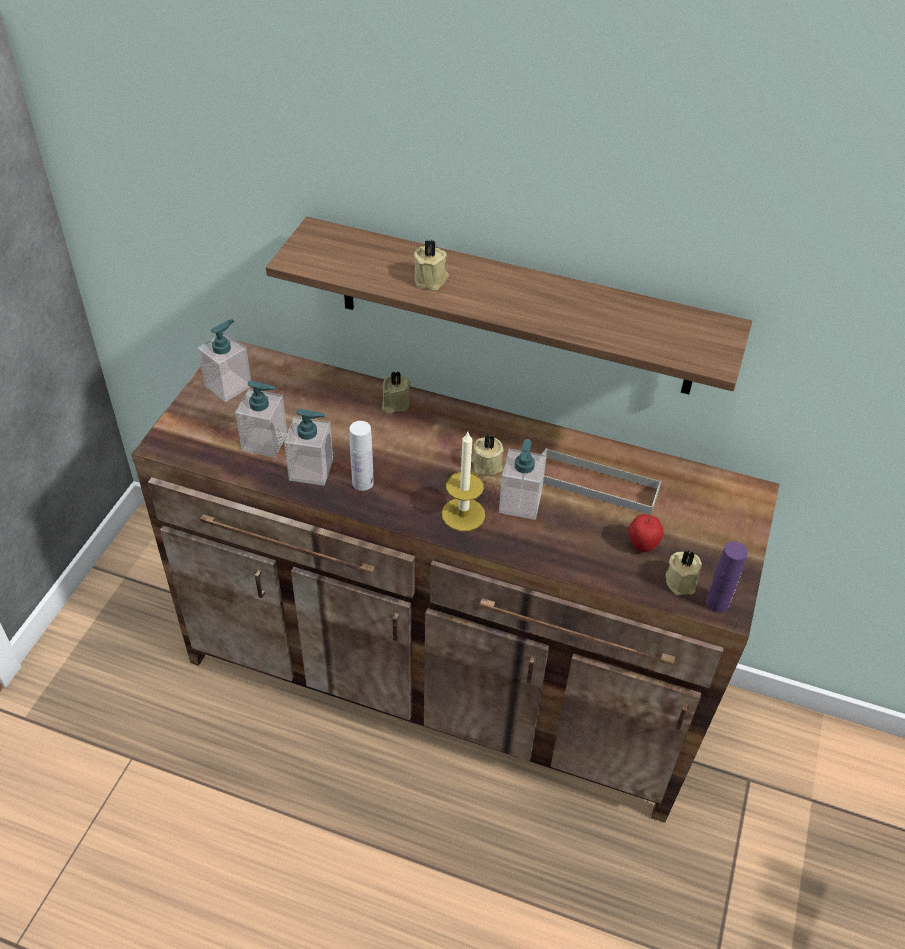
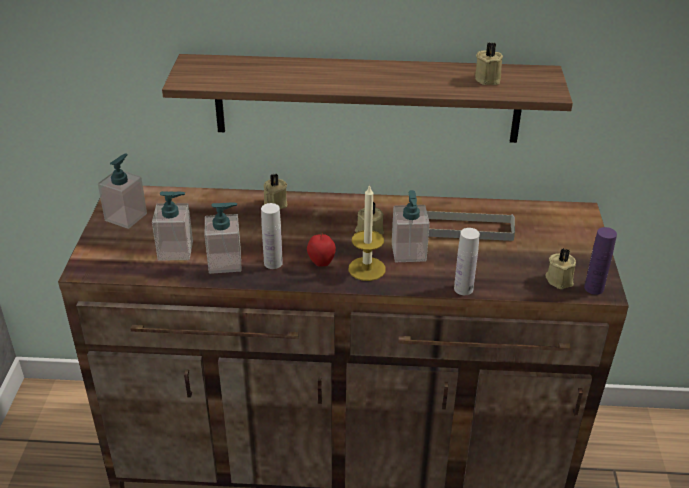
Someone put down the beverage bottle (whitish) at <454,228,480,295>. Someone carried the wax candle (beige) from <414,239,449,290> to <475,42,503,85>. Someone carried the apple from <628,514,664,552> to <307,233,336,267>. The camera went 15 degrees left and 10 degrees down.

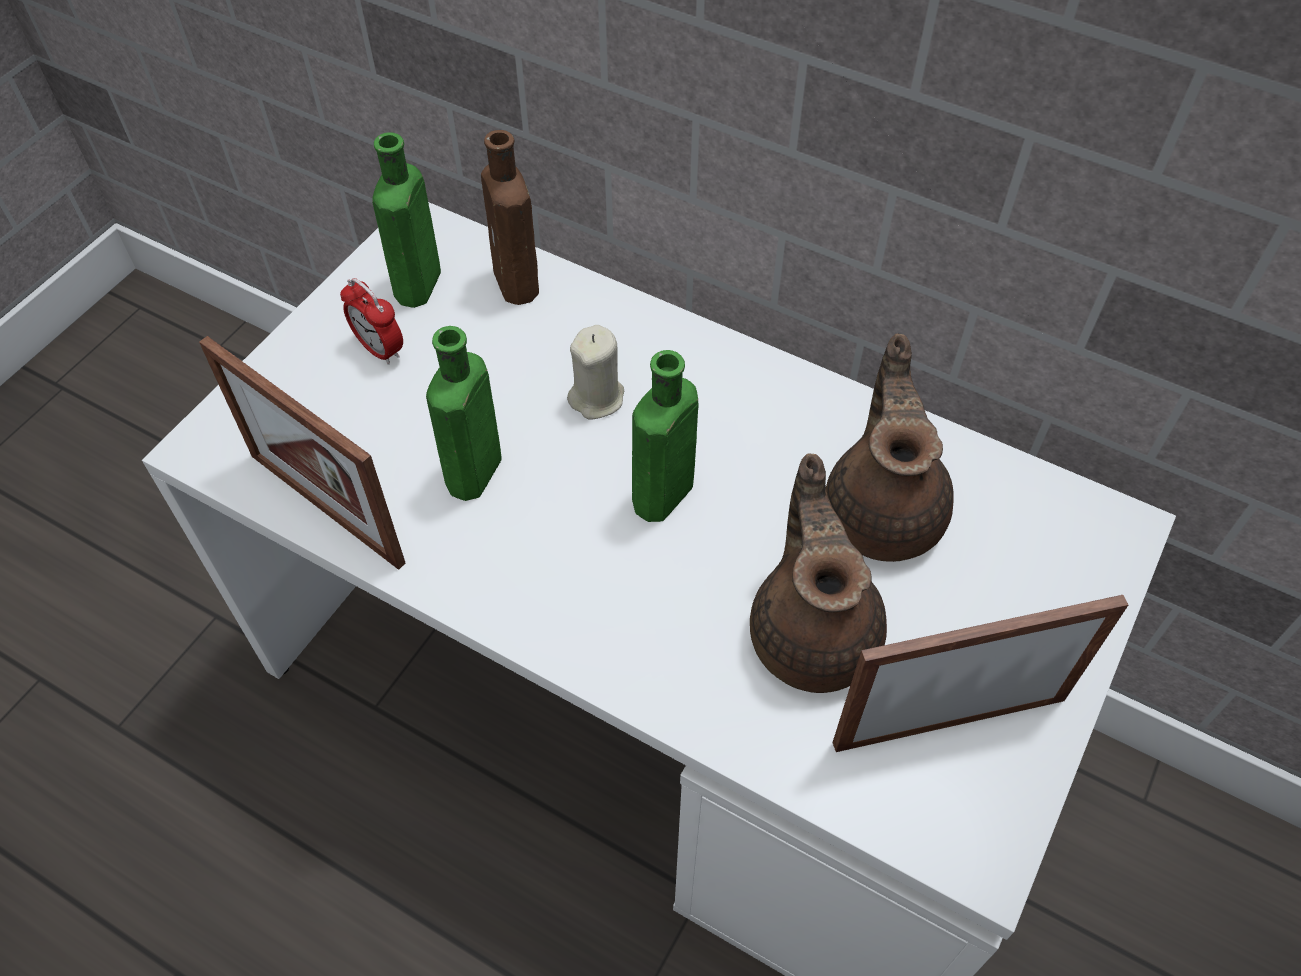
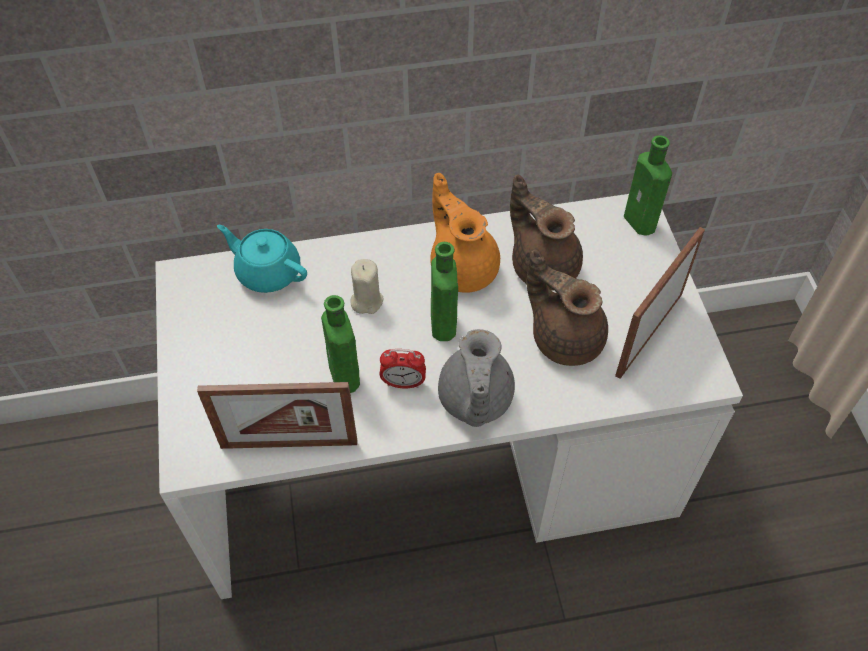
Someone put down the teapot (orange) at <430,173,500,293>. Someone put down the teapot (gray) at <438,329,515,427>. Someone carried the bedside clock from <340,278,403,365> to <380,349,426,388>. Someone carried the beverage bottle (green) from <372,132,441,308> to <624,135,672,236>. Someone swapped the beverage bottle (brown) at <481,130,539,305> for the teapot (blue-green) at <217,225,307,293>. The camera went 40 degrees left and 0 degrees up.

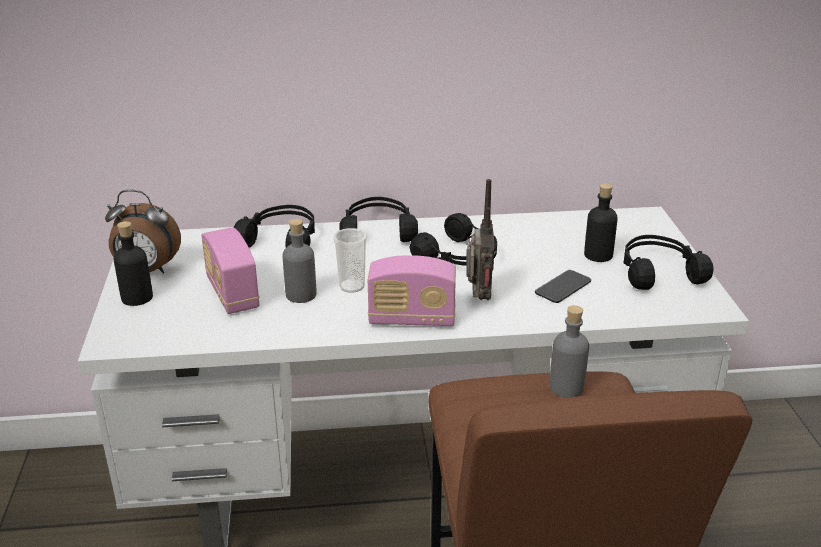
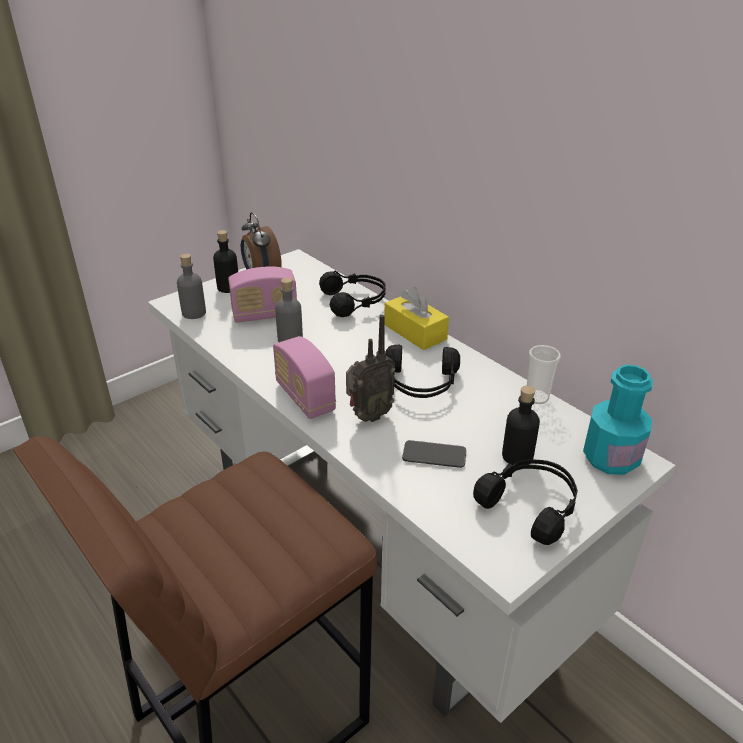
Someone put down the beverage bottle (blue-green) at <583,365,653,475>. Someone carried the small cup from <333,228,367,293> to <527,345,561,404>. Someone carried the beverage bottle (gray) from <549,305,589,398> to <177,254,206,319>. Someone swapped the headset (black) at <339,197,418,242> for the tissue holder (yellow-coloured) at <384,287,449,350>. Someone rotated the radio set at <201,228,259,314> by 135 degrees counterclockwise. The camera went 55 degrees right and 5 degrees up.

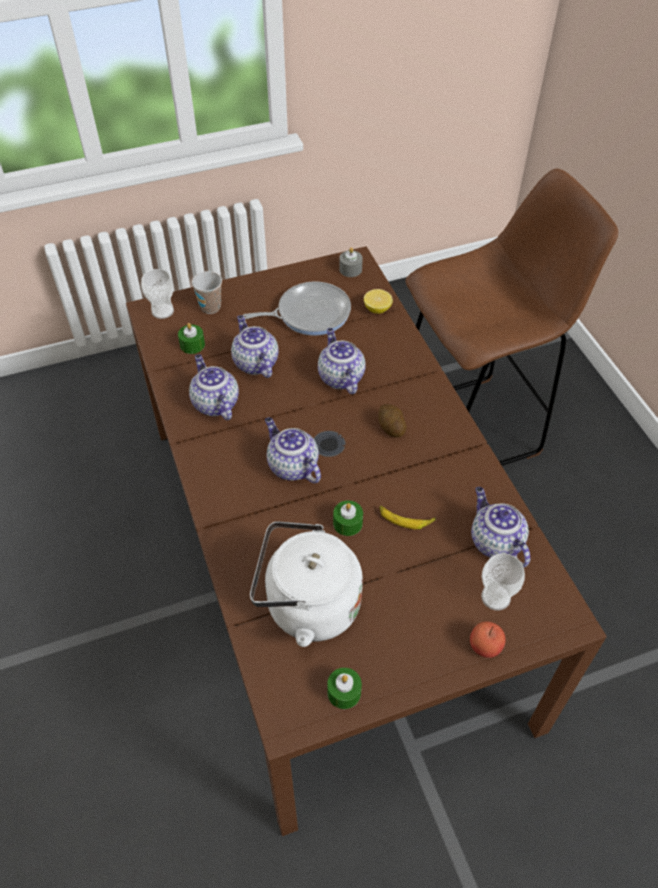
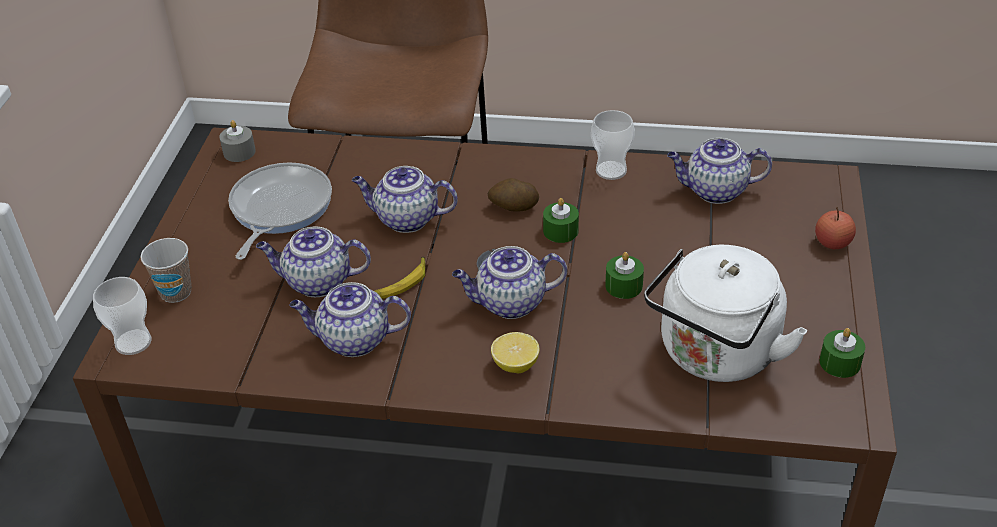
Someone carried the wax candle (green) from <178,323,205,354> to <543,198,579,243>. Someone carried the whole lemon from <364,289,393,314> to <491,332,540,373>. Someone carried the whole banana from <379,505,436,529> to <374,257,425,299>. Someone carried the small cup from <481,553,525,611> to <591,110,635,180>. The camera went 60 degrees left and 10 degrees down.

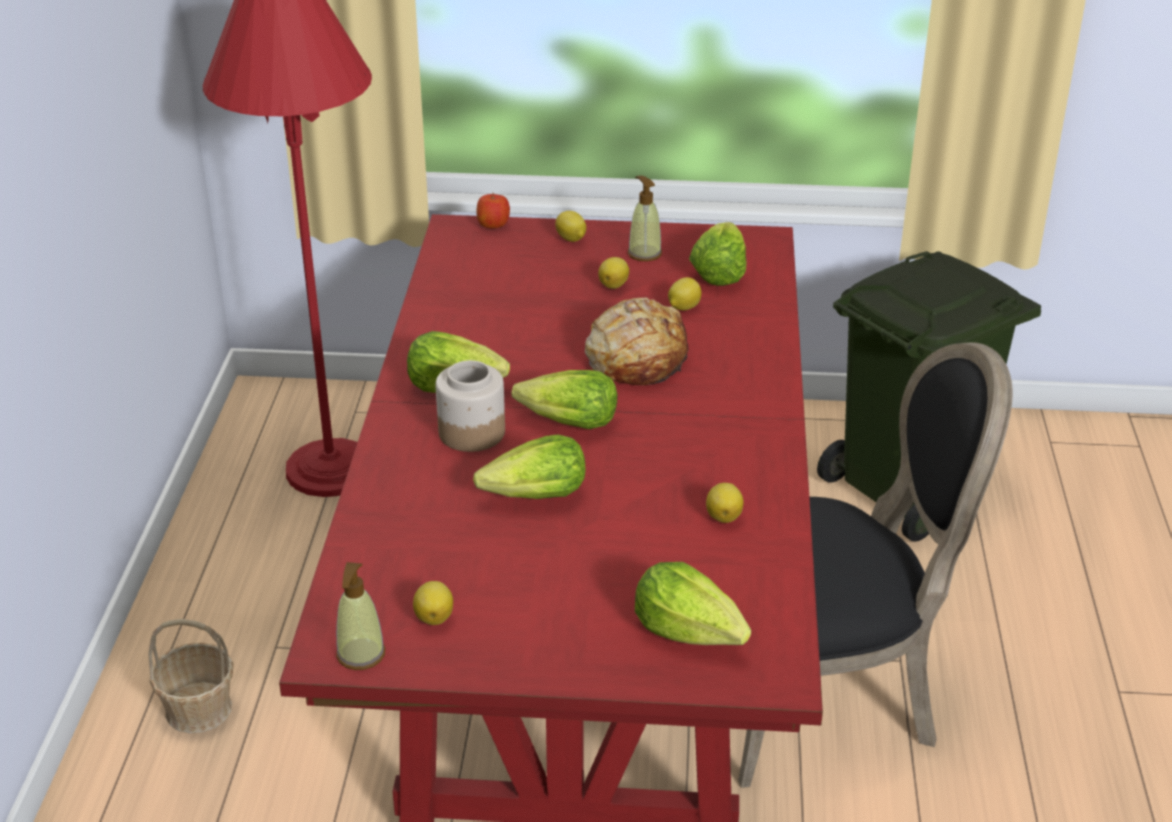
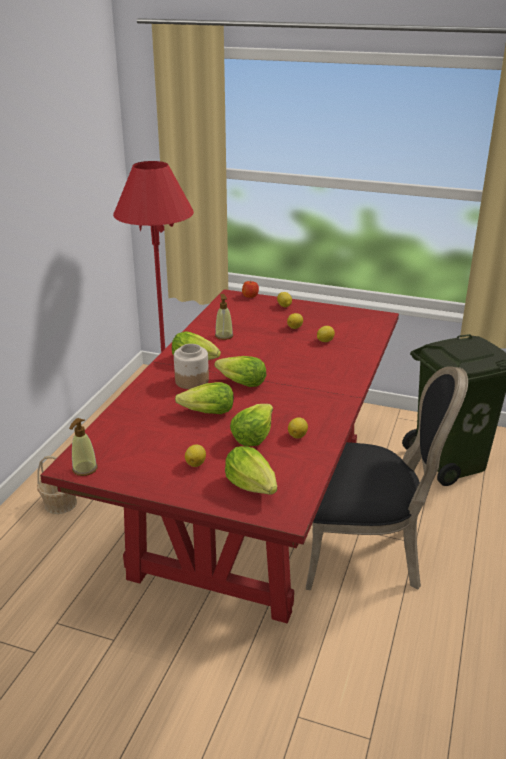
Someone took away the bread at <585,297,689,385>. Someone carried the whole lemon from <413,581,453,625> to <185,444,206,467>. Someone carried the soap bottle from <628,176,662,261> to <215,294,233,340>. Someone carried the lettuce from <689,222,747,286> to <230,404,273,447>. The camera went 15 degrees right and 5 degrees down.

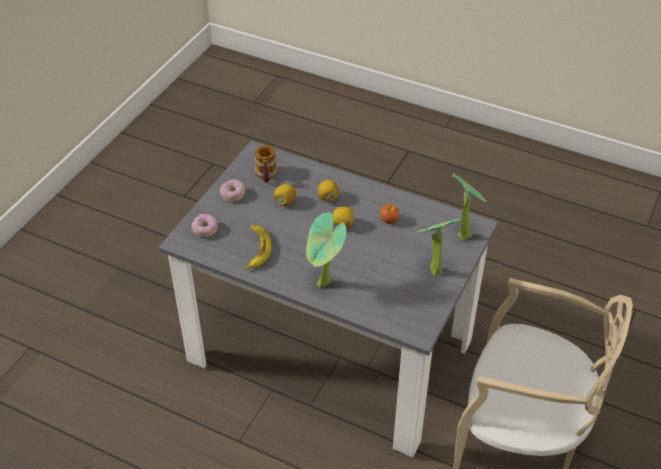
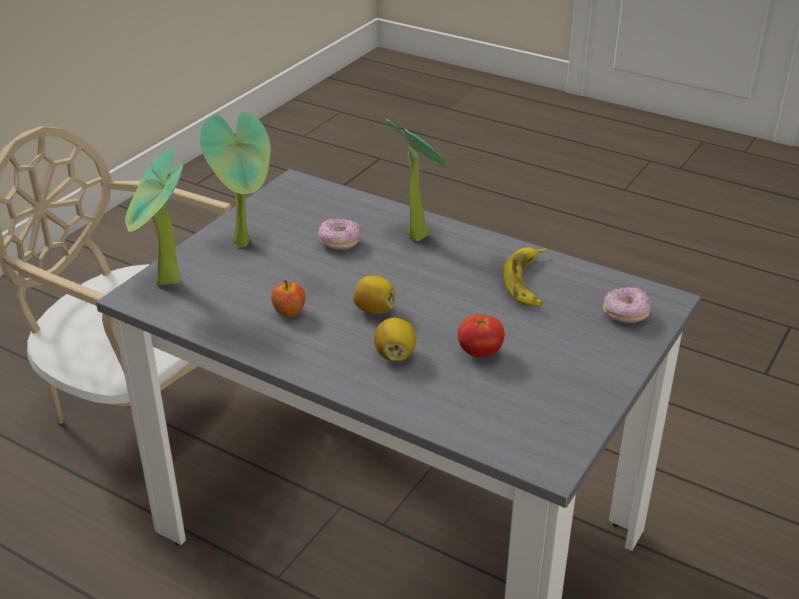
Someone took away the mug at <255,146,278,183>. Someone carried the donut from <220,179,245,202> to <318,218,361,249>. Someone swapped the whole lemon at <274,184,296,206> for the whole tomato at <458,315,505,357>. The camera went 175 degrees left and 10 degrees down.

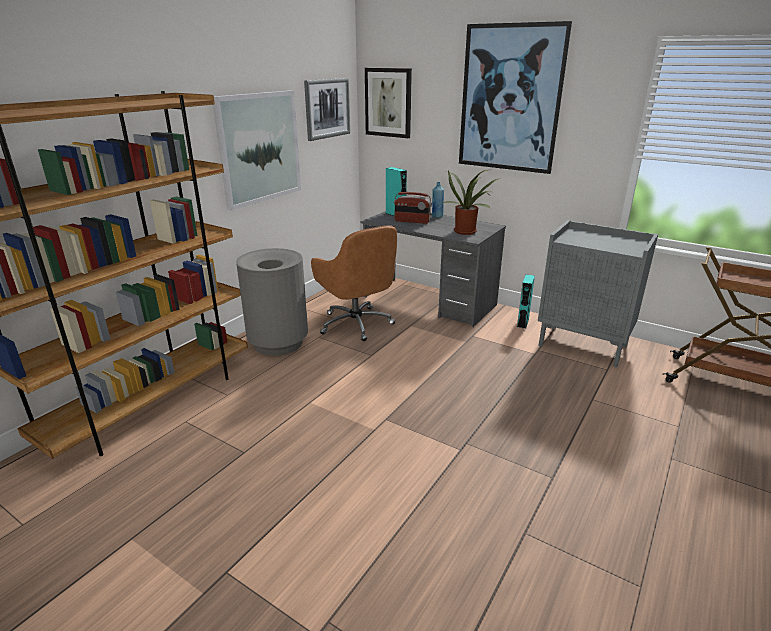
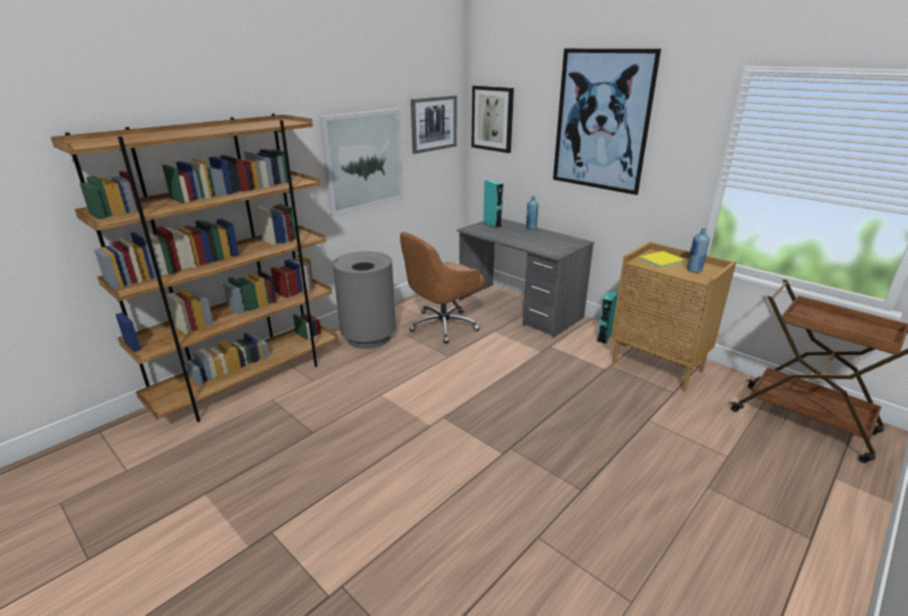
Someone took away the radio set at <394,192,432,224>. Someone took away the potted plant at <443,169,501,235>. Someone put down the volume (yellow-coloured) at <639,251,685,270>. Someone put down the beverage bottle (blue) at <687,228,710,273>. Someone repainted the cabinet (gray) at <538,220,658,368>, which became the cabinet (brown) at <611,241,736,391>. Someone rotated the office chair (brown) at <311,226,397,341> by 75 degrees clockwise. The camera went 10 degrees right and 0 degrees up.

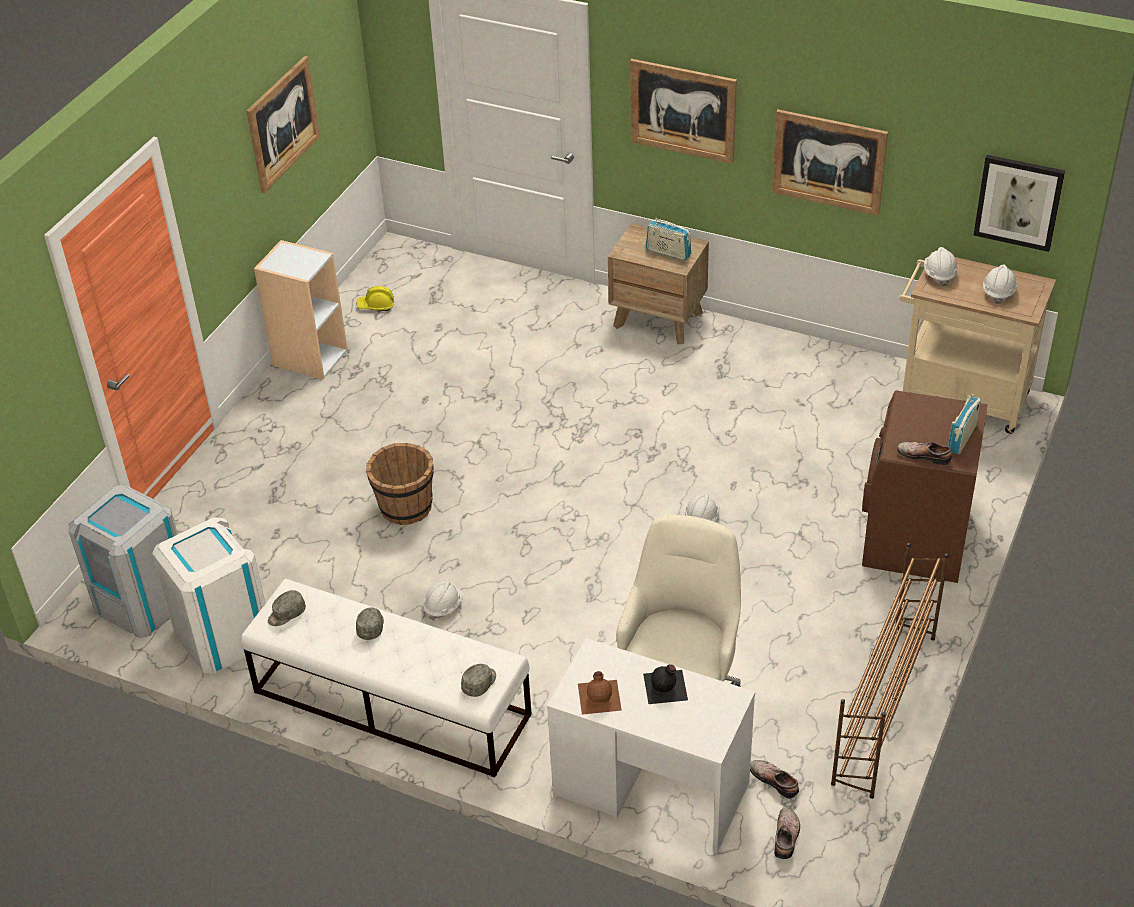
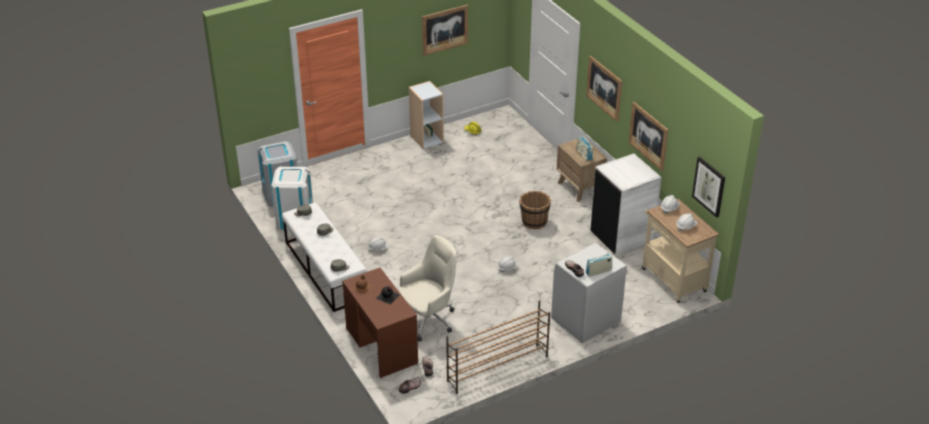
Someone put down the cabinet (whitish) at <590,154,662,256>. Someone carried the bucket (brown) from <366,443,434,525> to <519,191,551,229>. Someone repainted the desk table (whitish) at <547,638,755,853>, which became the desk table (brown) at <342,268,418,378>. Someone repainted the laundry appliance (brown) at <862,391,988,583>, which became the laundry appliance (whitish) at <551,243,627,344>. The camera went 35 degrees right and 5 degrees down.

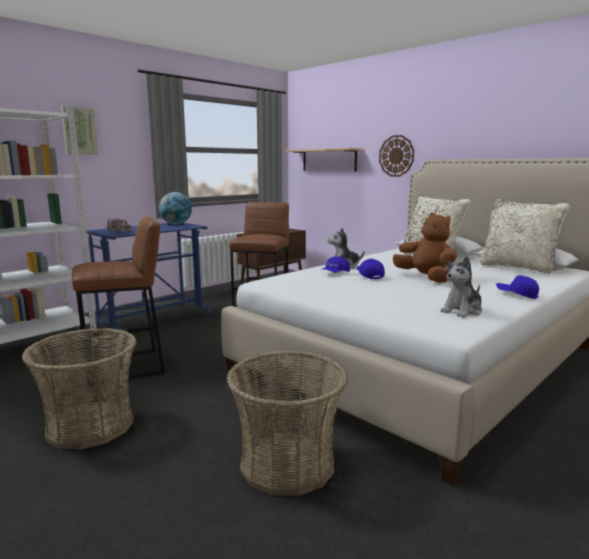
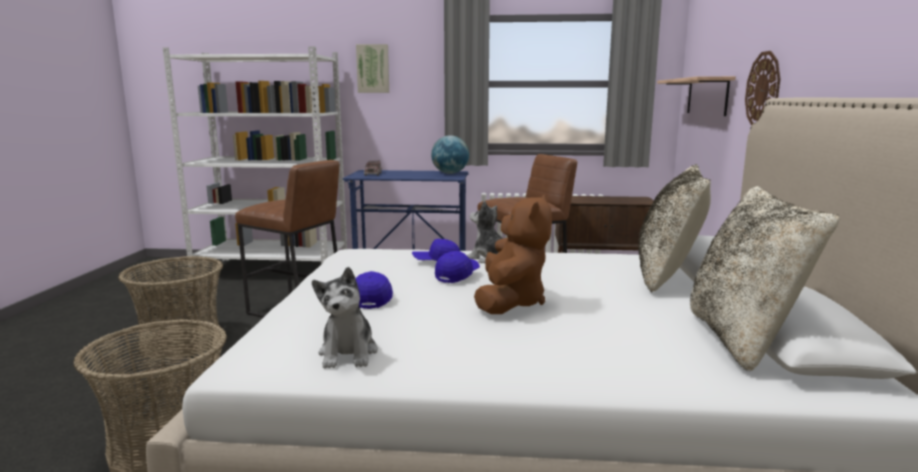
Someone carried the baseball cap (blue) from <496,275,539,299> to <355,271,393,309>. Someone rotated the cuddly toy at <440,257,482,318> by 105 degrees counterclockwise. The camera went 50 degrees right and 0 degrees up.

